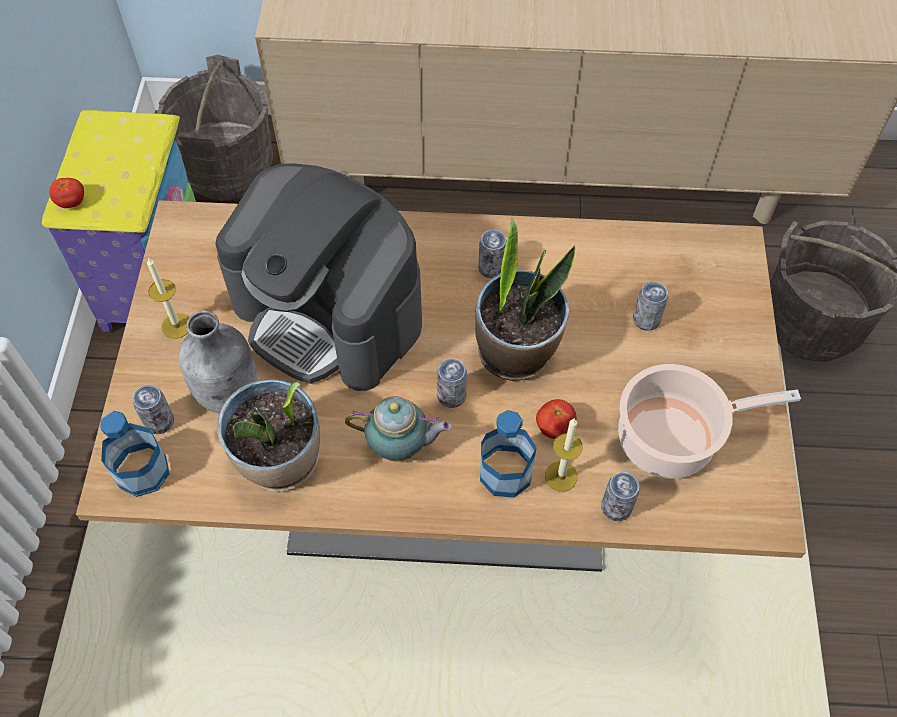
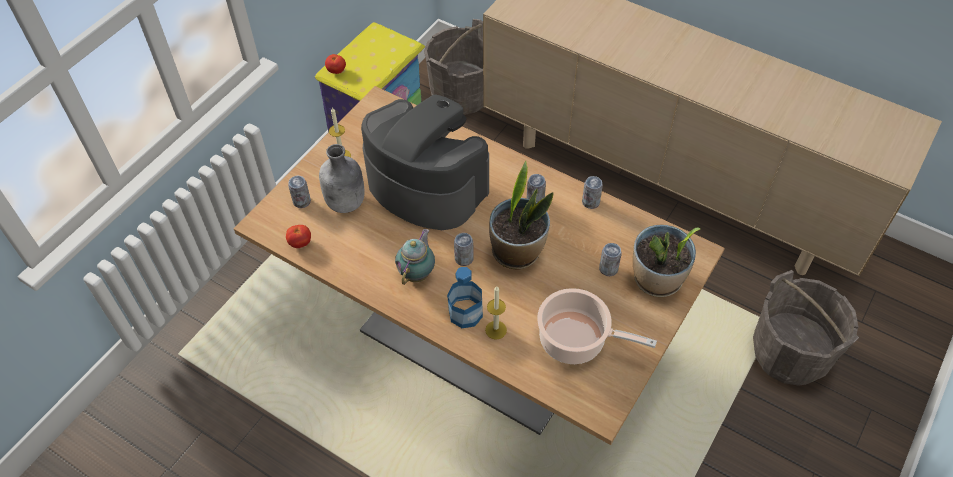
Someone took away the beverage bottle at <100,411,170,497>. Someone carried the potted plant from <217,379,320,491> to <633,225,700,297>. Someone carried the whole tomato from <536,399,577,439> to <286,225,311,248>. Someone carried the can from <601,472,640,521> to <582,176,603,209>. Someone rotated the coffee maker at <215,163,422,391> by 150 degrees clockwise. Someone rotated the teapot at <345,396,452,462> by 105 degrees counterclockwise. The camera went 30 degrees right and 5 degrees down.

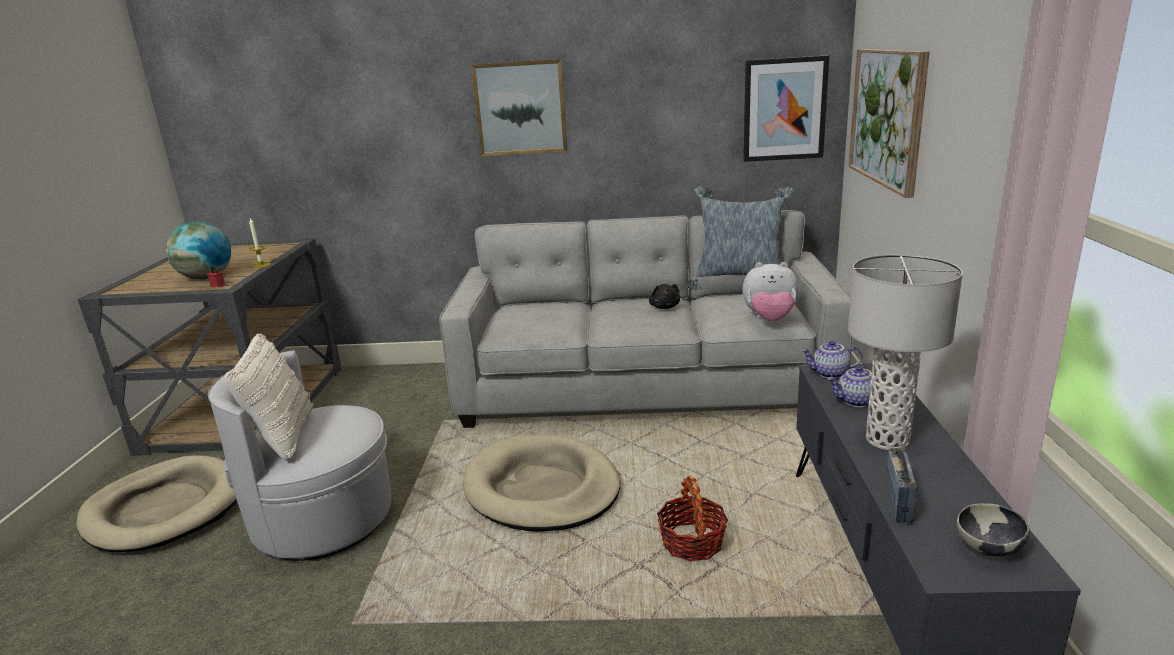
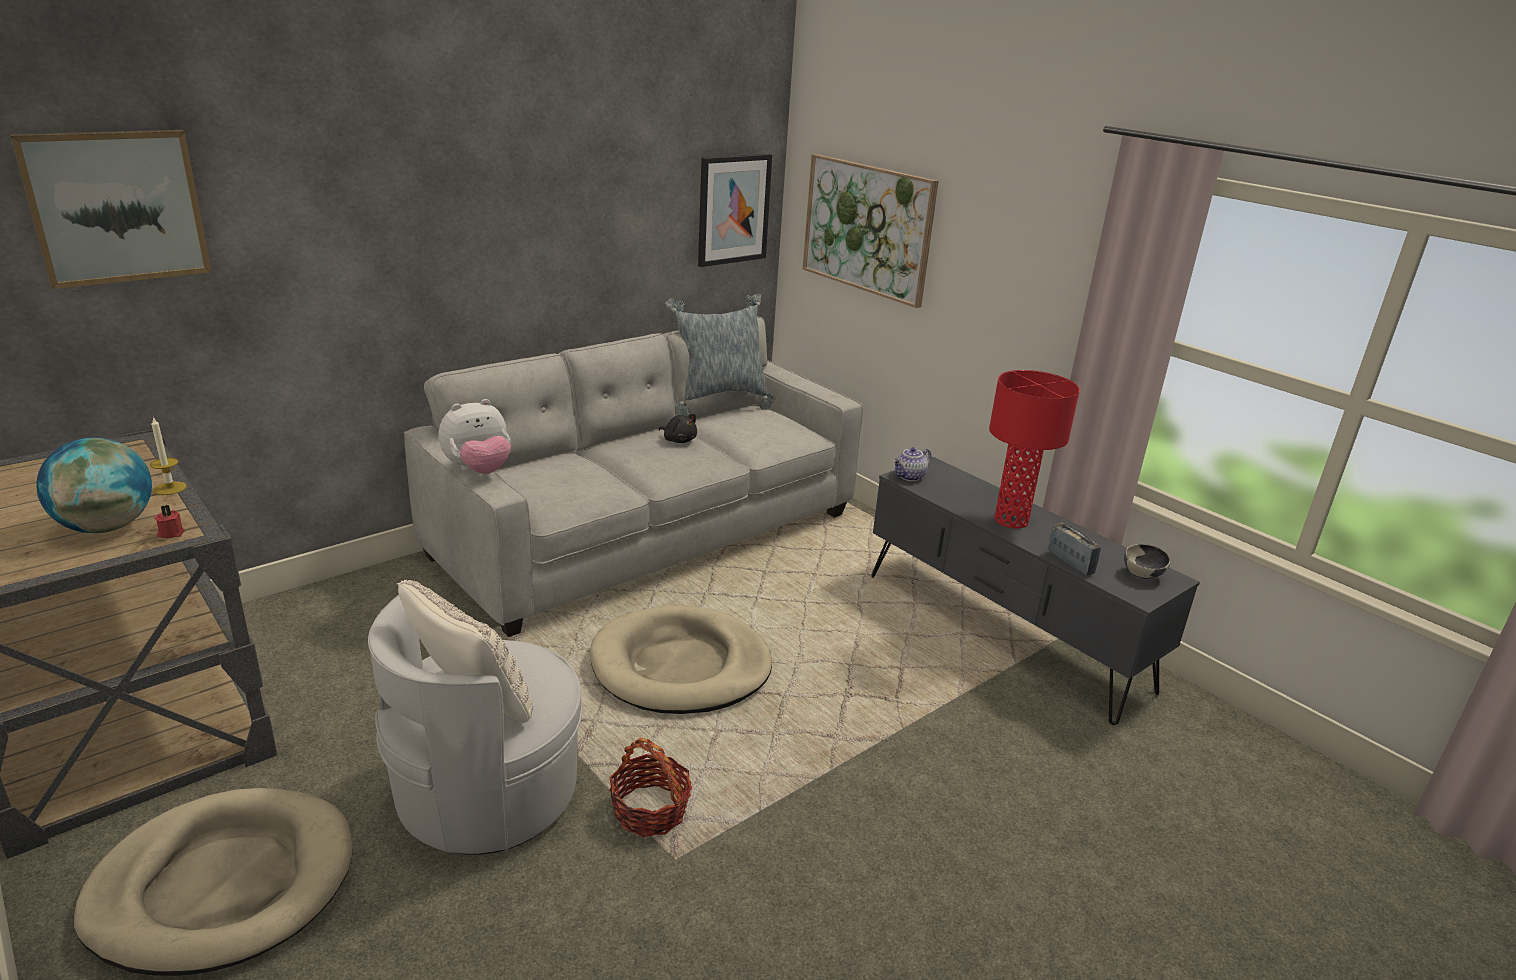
Someone took away the teapot at <827,366,889,407>. Someone carried the wall art from <471,59,567,156> to <9,130,212,289>. Someone carried the basket from <657,476,728,562> to <609,738,692,837>. Someone carried the cuddly toy from <742,262,798,321> to <438,399,511,474>. Someone repainted the table lamp (whitish) at <848,254,963,450>, which became the table lamp (red-coloured) at <989,370,1080,528>. The camera went 45 degrees left and 5 degrees up.

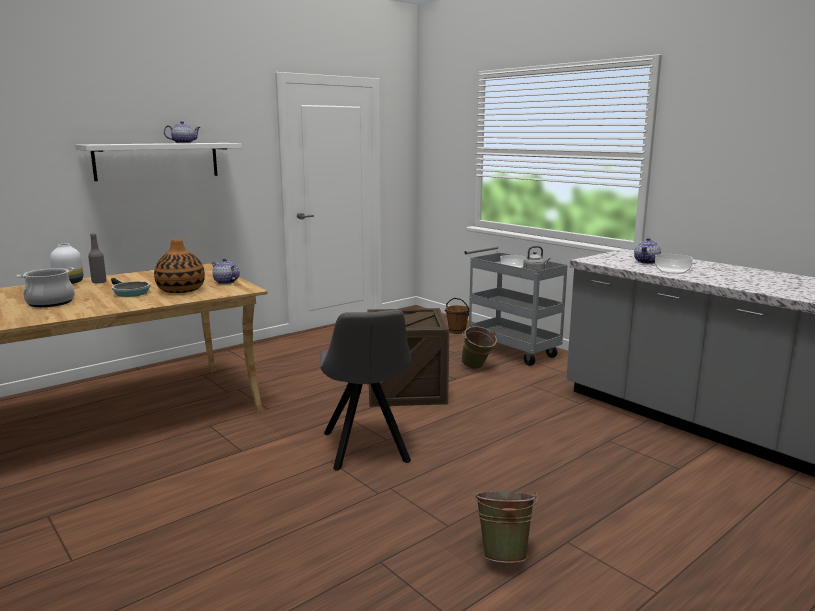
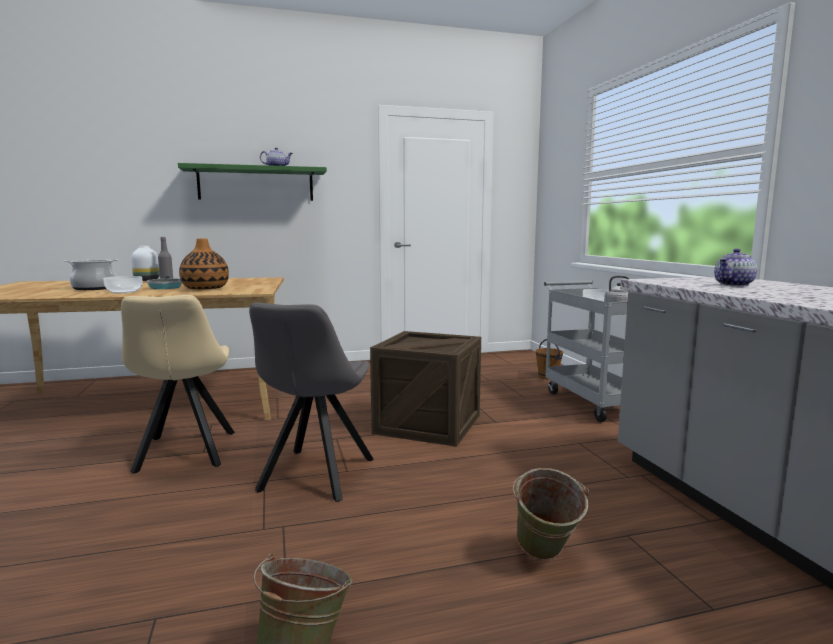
Someone took away the teapot at <212,258,240,284>. Someone put down the upright chair (beige) at <121,295,235,474>. Someone carried the bucket (green) from <461,326,497,369> to <513,468,589,560>. Someone carried the deep dish from <655,254,693,274> to <103,276,142,293>. Someone repainted the bracket shelf (whitish) at <75,143,242,181>, which became the bracket shelf (green) at <178,163,327,201>. The camera went 25 degrees right and 5 degrees down.

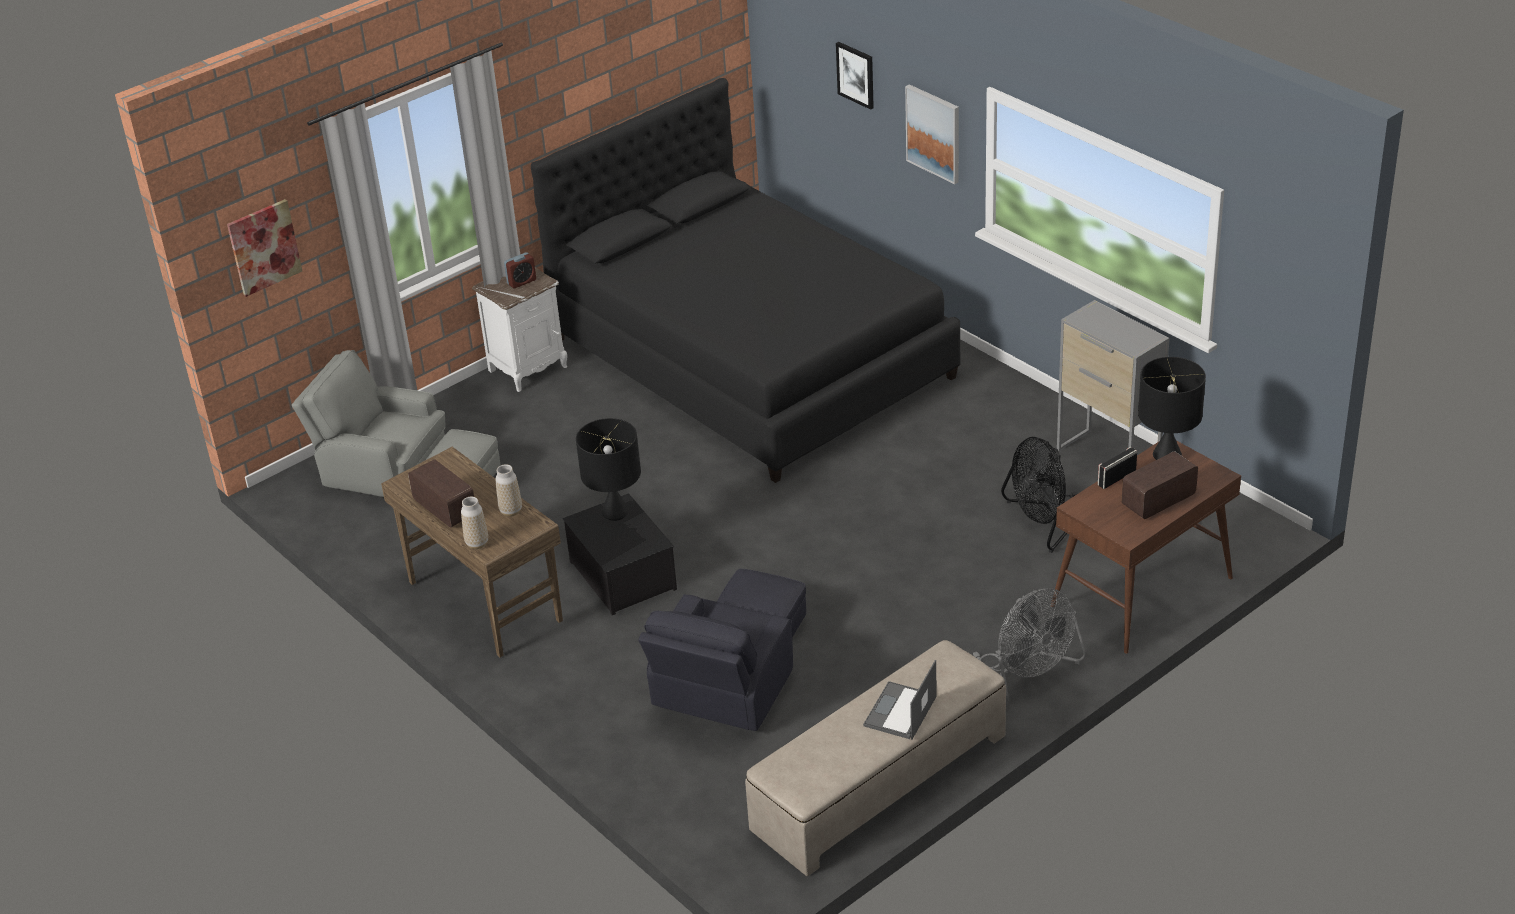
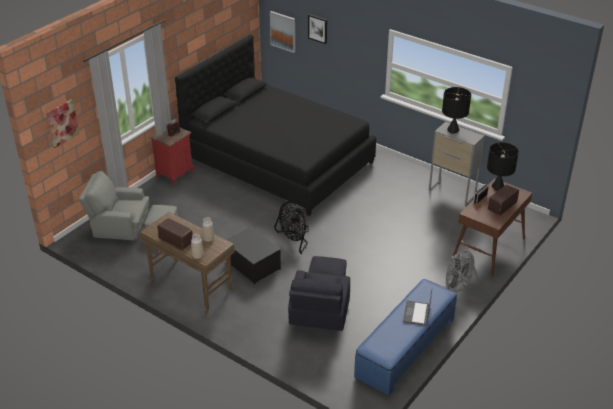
Someone carried the table lamp (black) from <576,418,641,521> to <442,87,471,134>. Someone carried the wall art from <905,84,959,184> to <270,11,295,53>. Someone carried the fan (black) from <1001,437,1078,553> to <274,201,309,254>. Someone repainted the night table (whitish) at <472,267,567,392>, which became the night table (red-coloured) at <150,128,194,185>. Someone repainted the indoor bench (beige) at <745,640,1006,876>, which became the indoor bench (blue) at <354,279,457,396>. The camera went 15 degrees left and 0 degrees up.

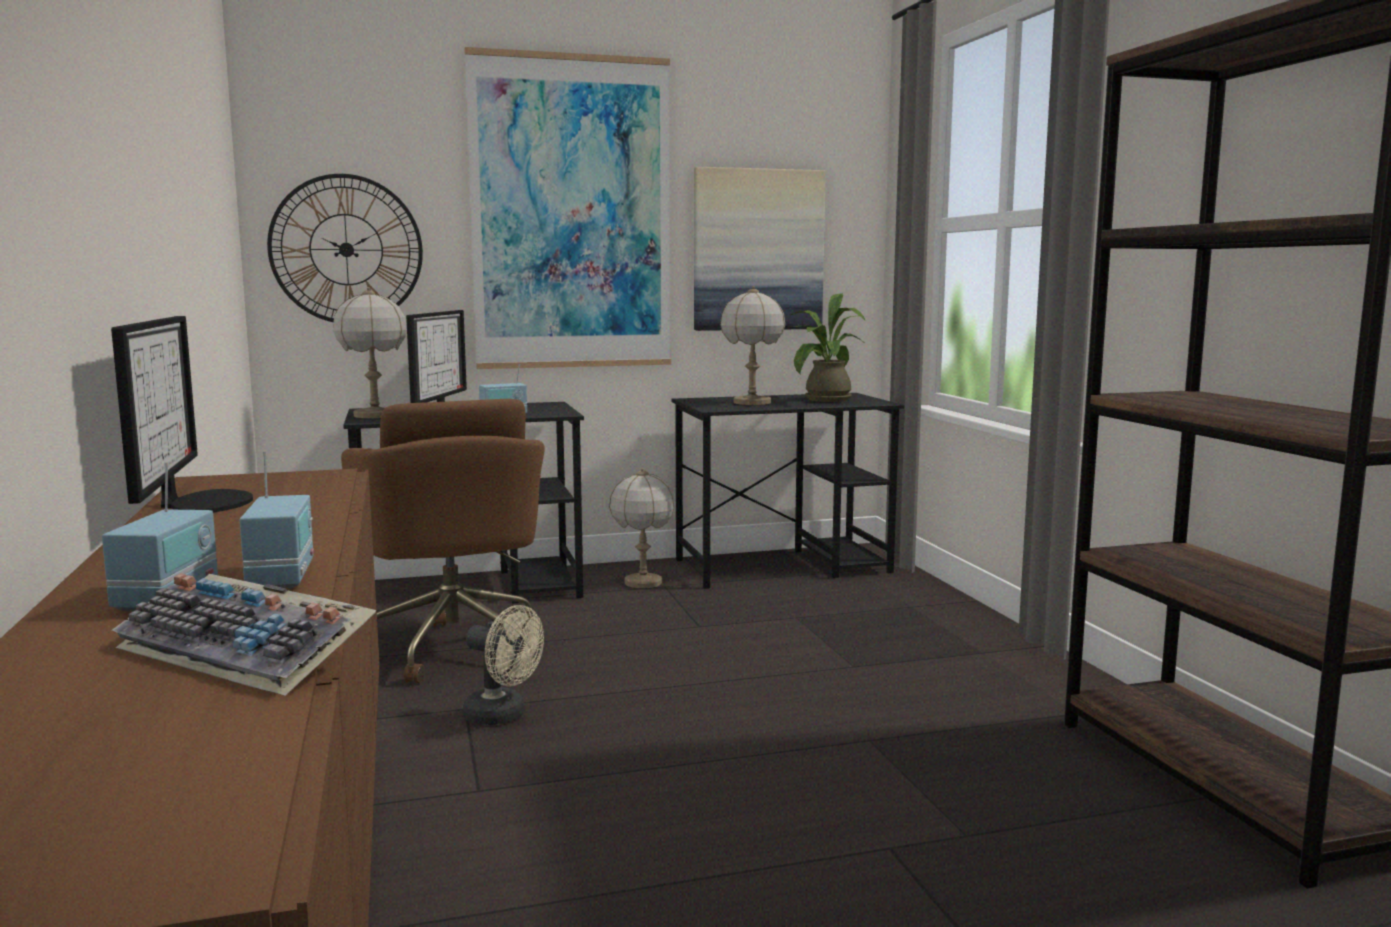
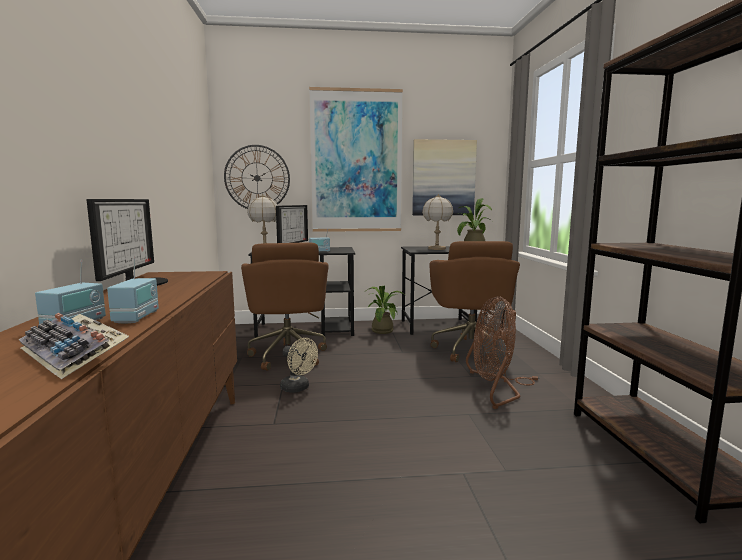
Someone put down the office chair (brown) at <429,241,520,362>. Someone put down the fan (brown) at <466,296,539,409>. Someone swapped the table lamp at <609,468,675,588> for the potted plant at <364,286,404,334>. The camera went 10 degrees right and 0 degrees up.

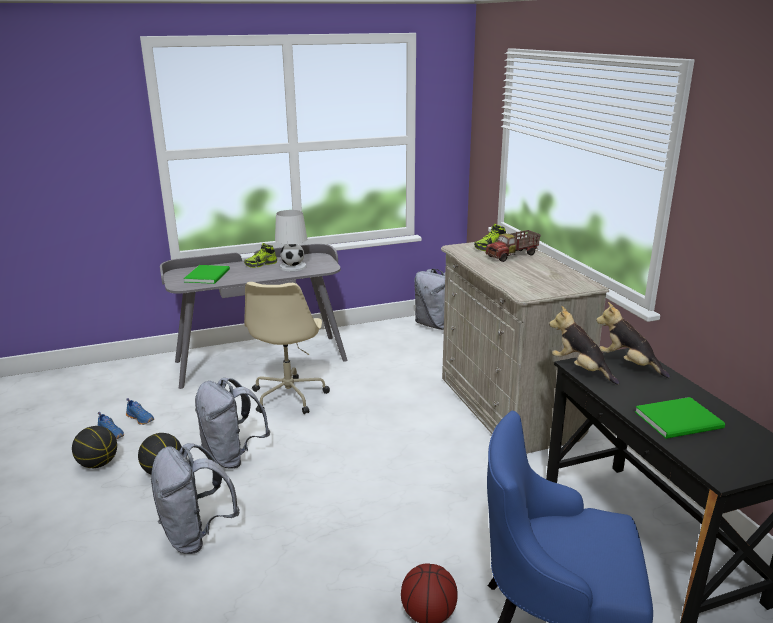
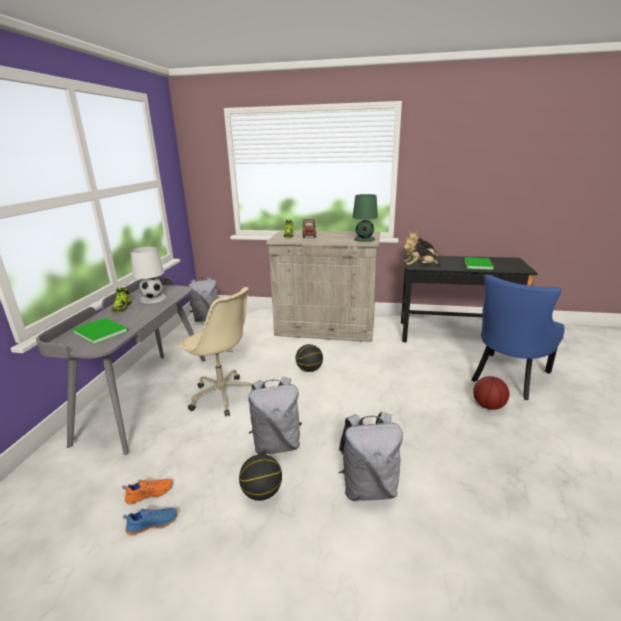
Someone put down the table lamp (green) at <353,194,378,242>. Someone carried the ball for basketball from <72,426,117,468> to <296,344,323,372>. Someone repainted the low shoe (blue) at <126,398,154,425>, which became the low shoe (orange) at <122,479,173,504>. The camera went 60 degrees left and 0 degrees up.

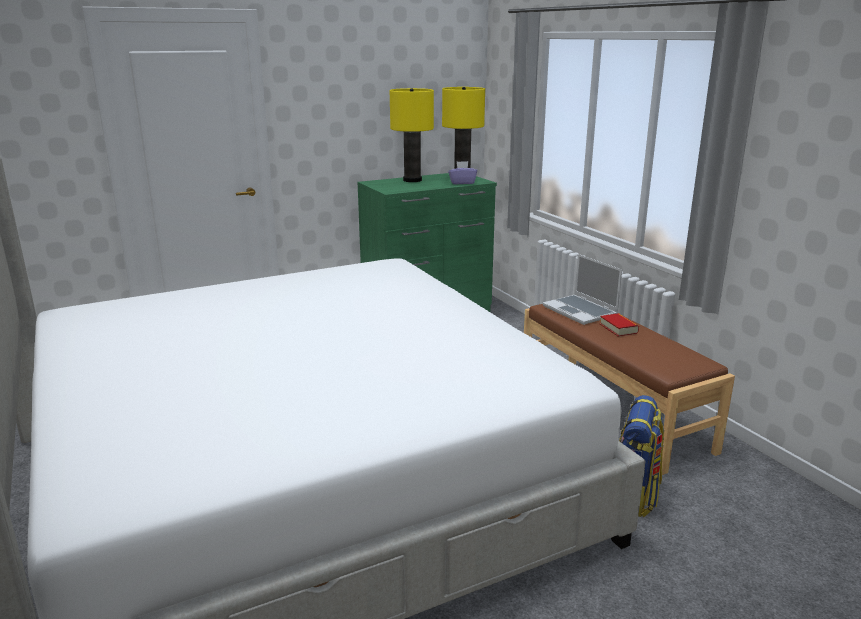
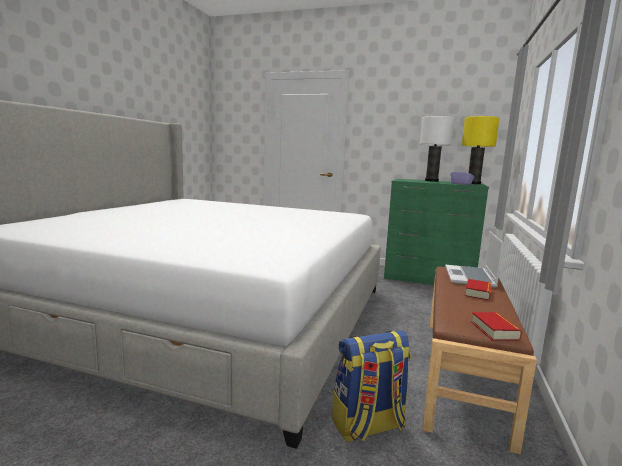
Someone put down the volume at <471,312,522,341>. Someone repainted the table lamp (yellow-coloured) at <390,88,434,182>, which became the table lamp (whitish) at <420,116,455,182>. The camera went 45 degrees right and 10 degrees down.

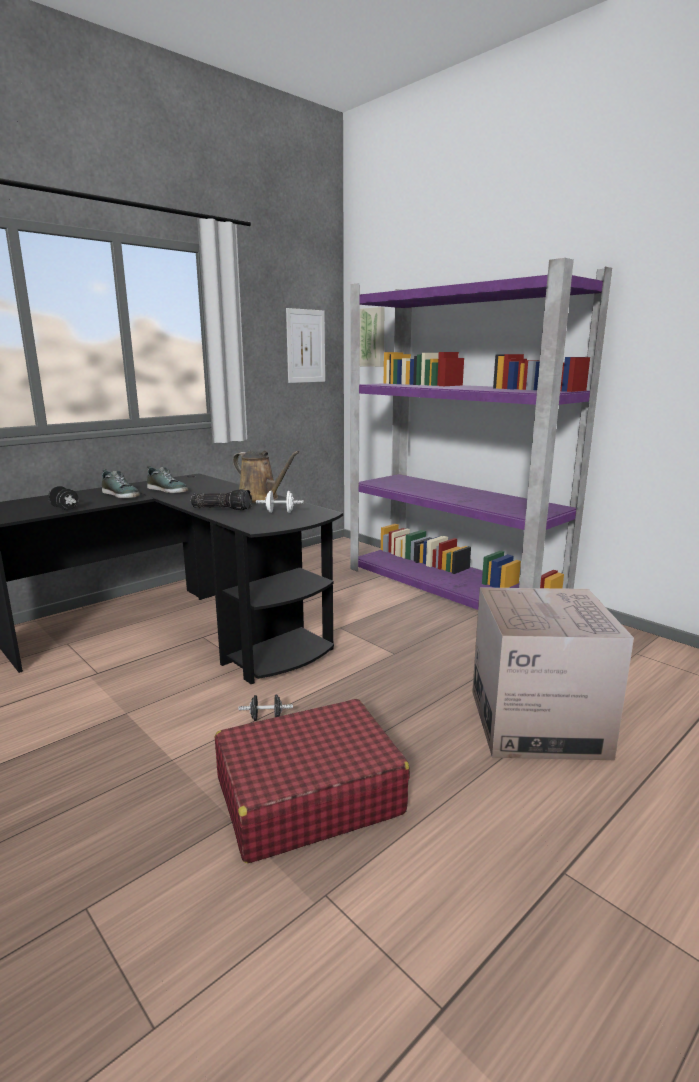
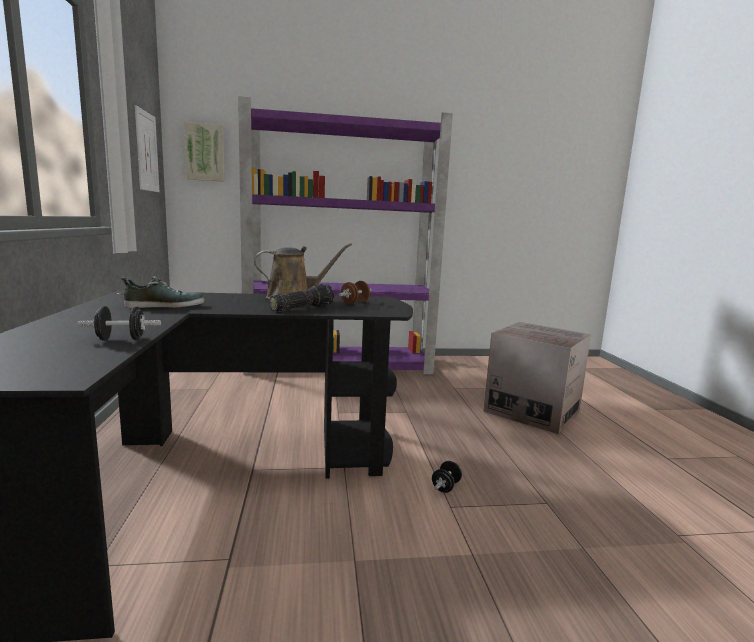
Someone took away the low shoe at <102,469,140,498>. Someone took away the piece of luggage (red-coloured) at <215,699,410,863>. Someone repainted the free weight (whitish) at <256,491,304,513>, which became the free weight (brown) at <339,281,372,304>. The camera went 55 degrees left and 5 degrees down.

